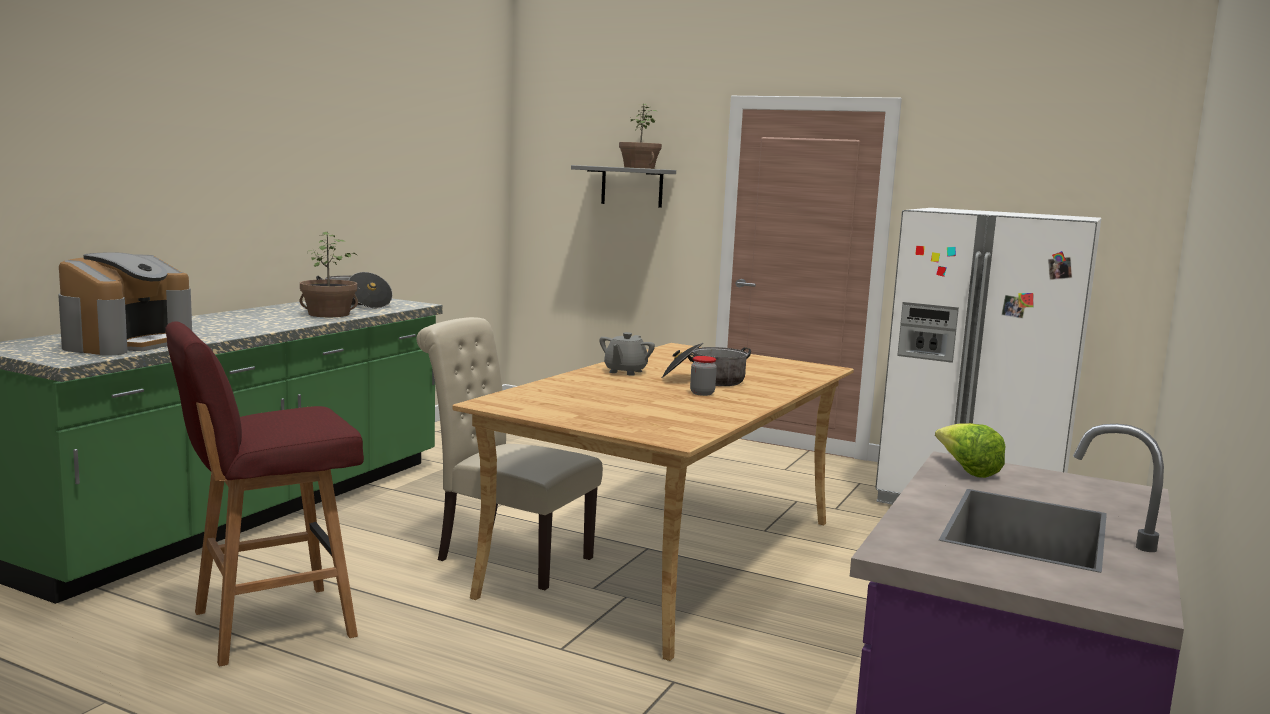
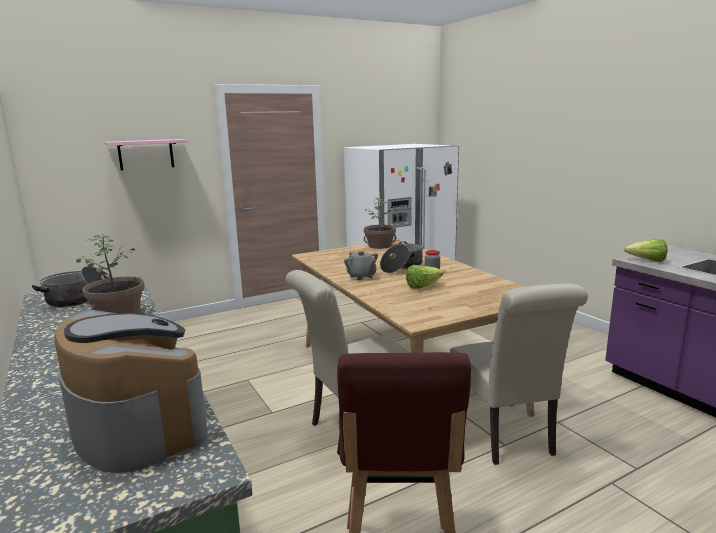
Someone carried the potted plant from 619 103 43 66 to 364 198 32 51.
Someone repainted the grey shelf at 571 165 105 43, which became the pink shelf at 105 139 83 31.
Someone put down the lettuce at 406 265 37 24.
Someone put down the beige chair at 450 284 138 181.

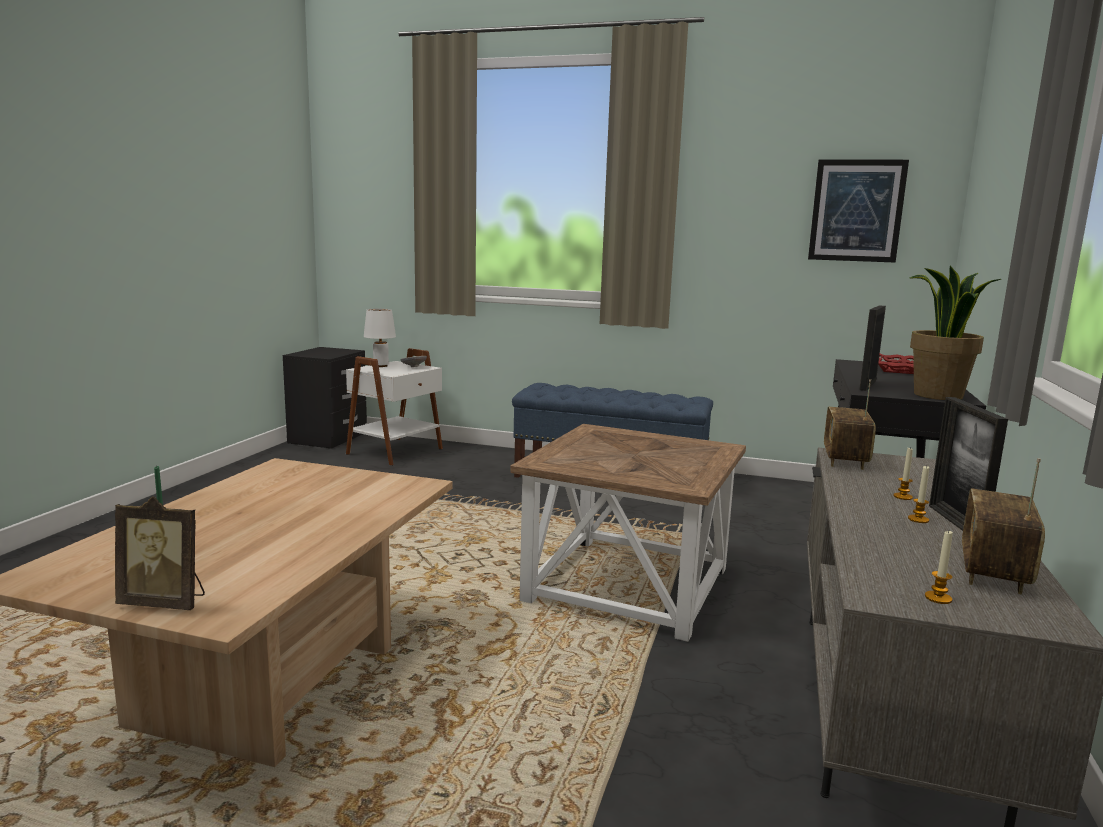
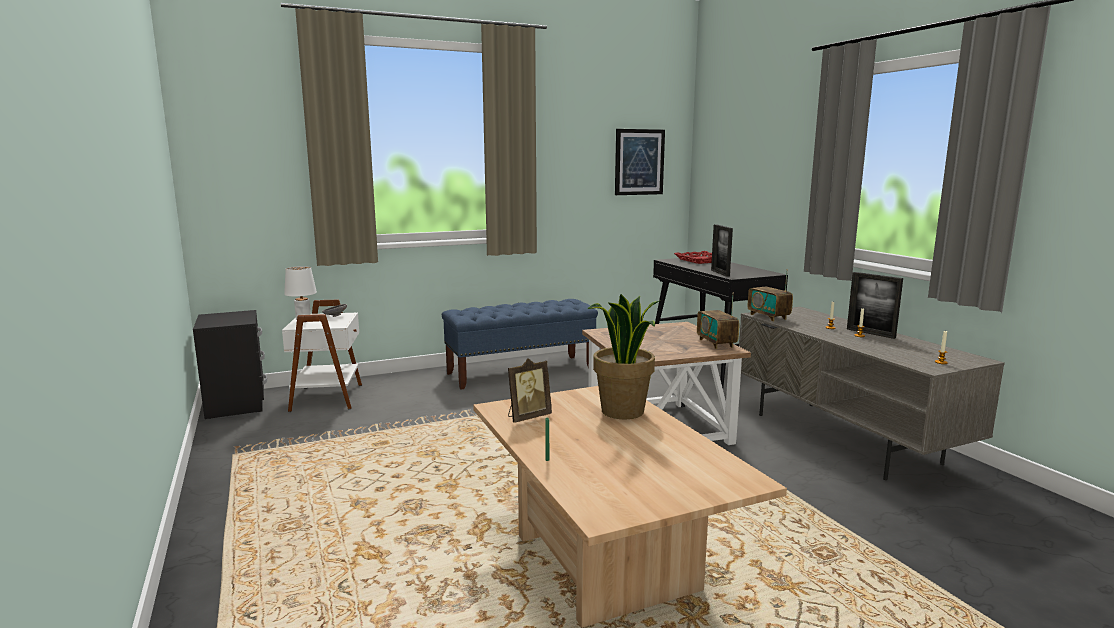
Someone carried the potted plant from 910 266 91 134 to 588 294 73 125.
Someone carried the radio from 962 458 83 137 to 697 293 43 56.
Someone carried the picture frame from 115 496 90 114 to 508 358 44 65.

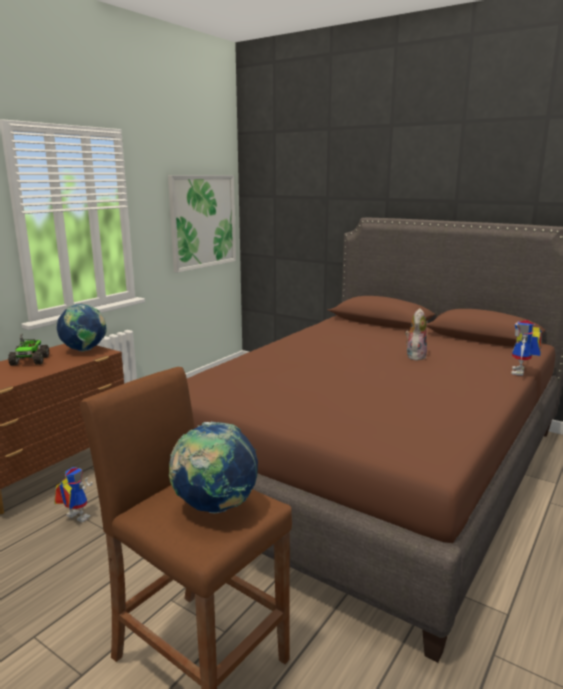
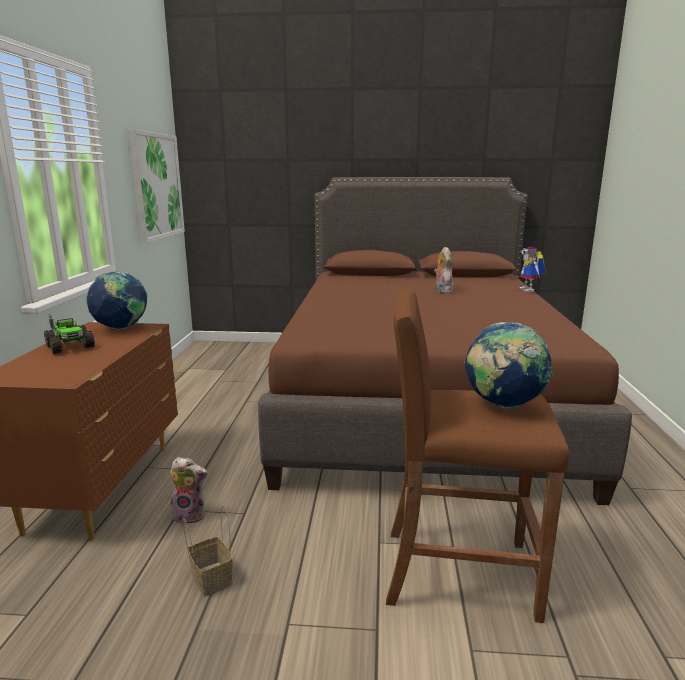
Someone swapped the toy robot at 54 467 39 55 for the plush toy at 170 457 38 67.
Someone put down the basket at 183 505 50 91.

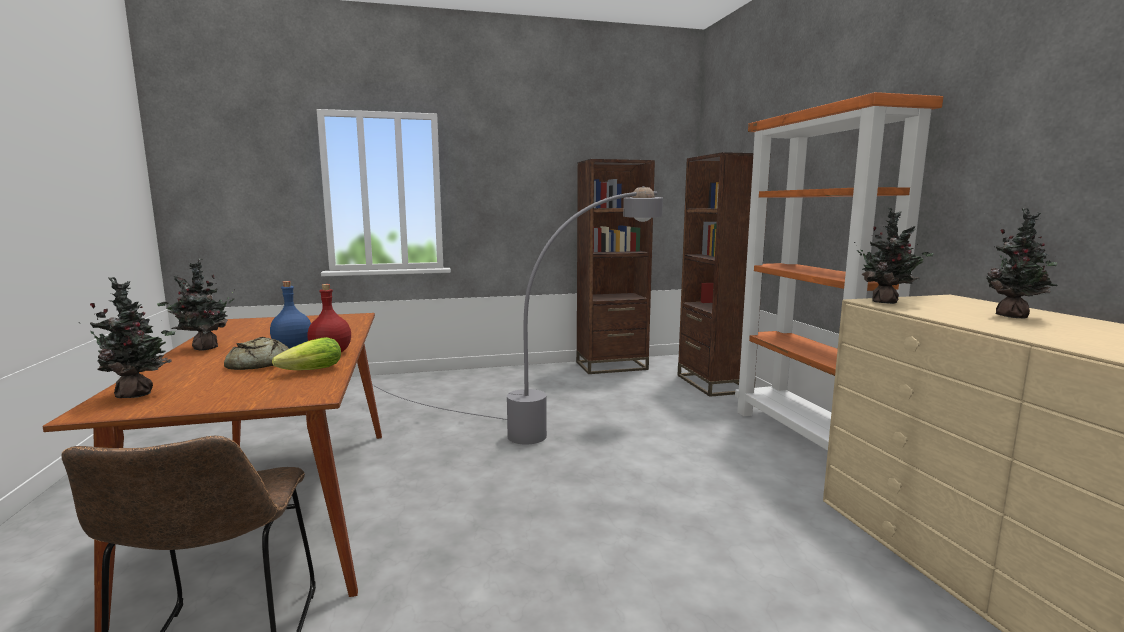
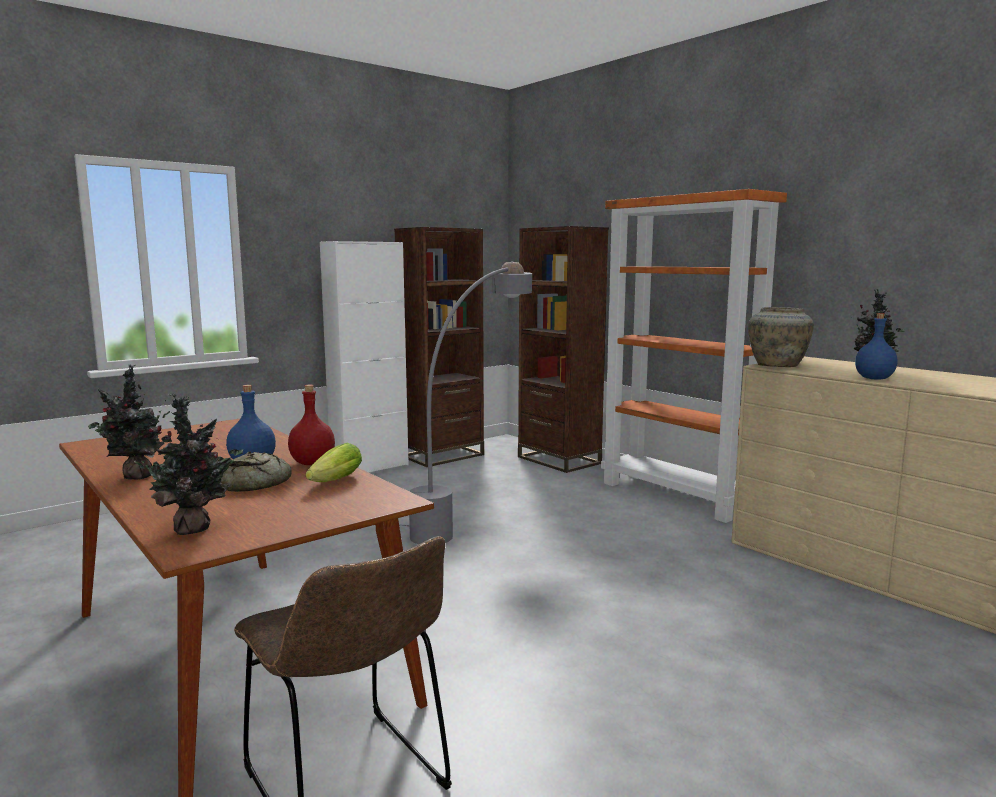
Someone swapped the potted plant at 854 207 80 97 for the beige vase at 748 307 66 60.
Someone put down the white cabinet at 320 241 89 231.
Someone put down the blue bottle at 855 313 42 66.

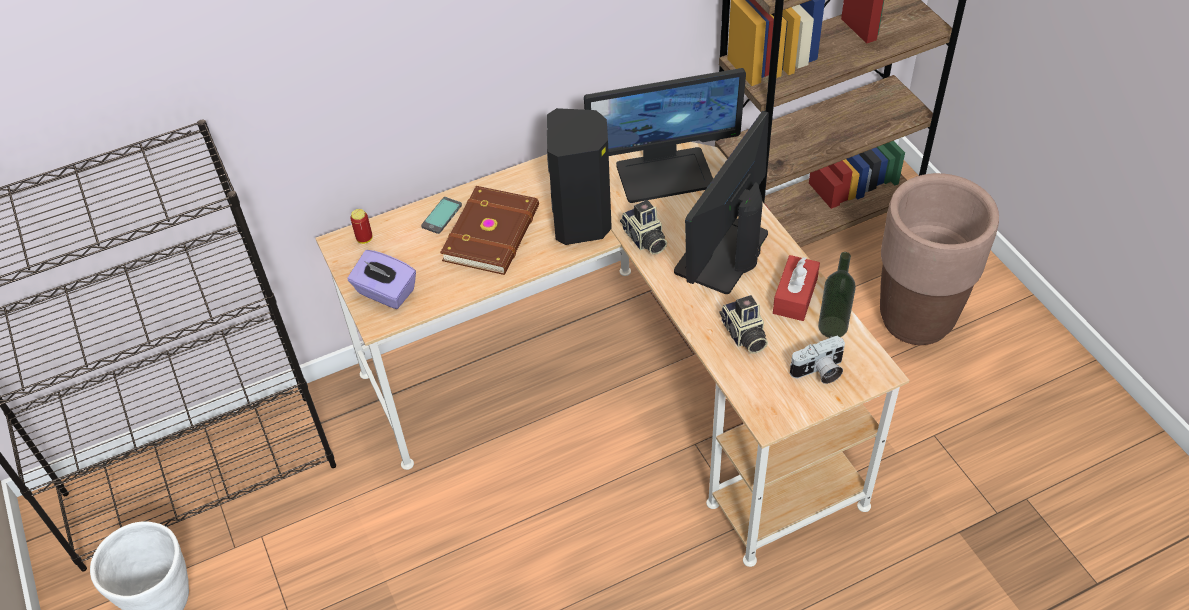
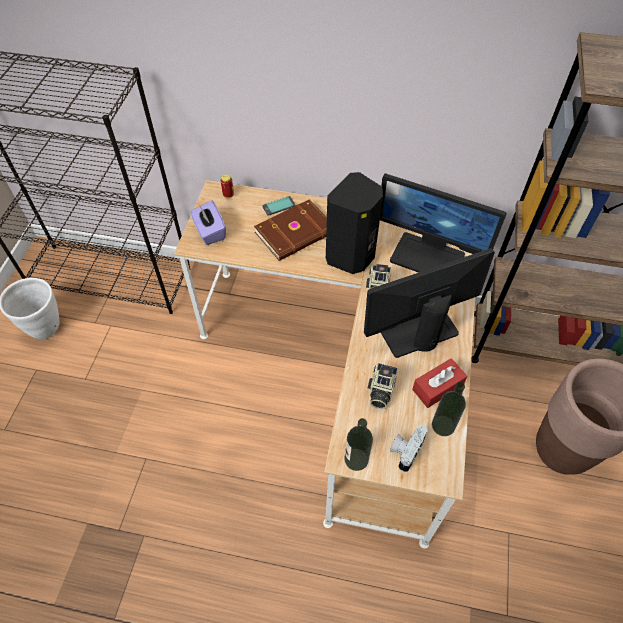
Someone rotated the photo camera at 790 335 55 49 by 105 degrees clockwise.
Someone put down the bottle at 344 418 29 53.

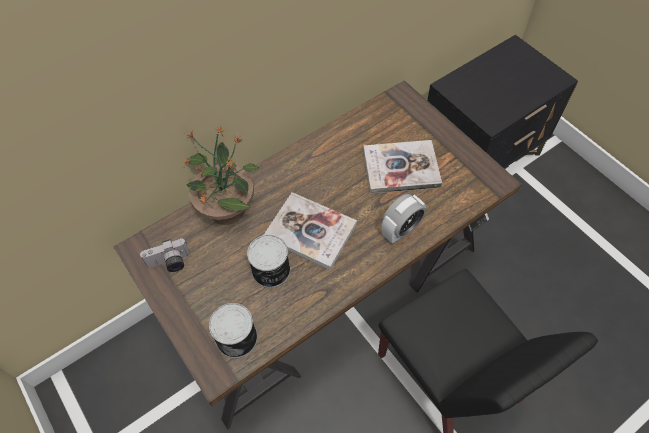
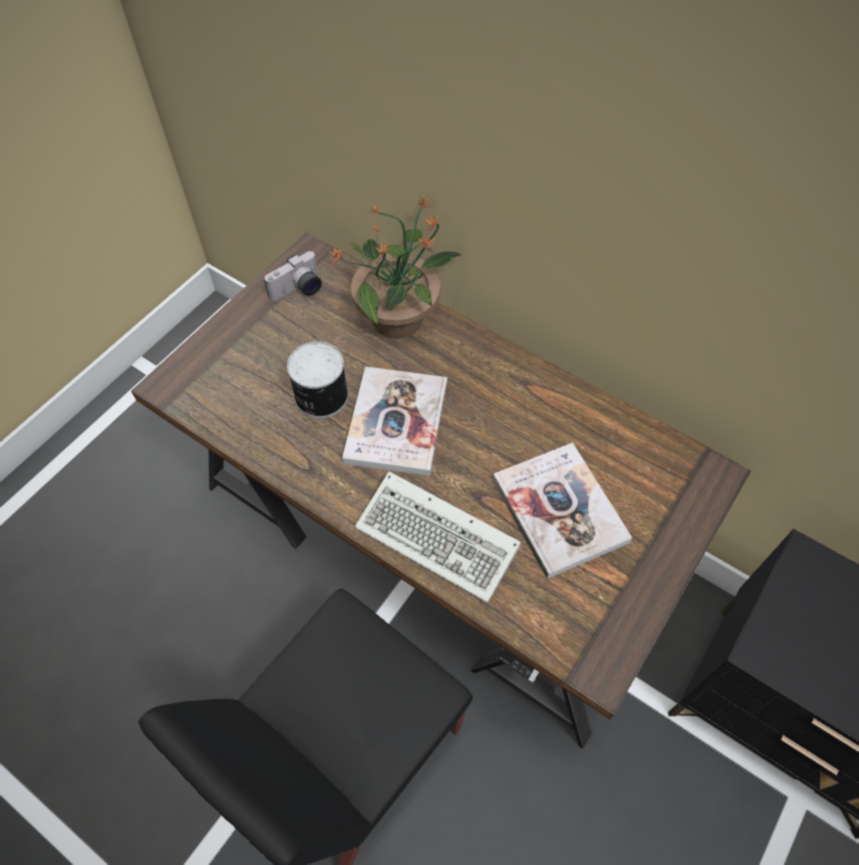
Someone swapped the alarm clock at 382 194 44 50 for the keyboard at 355 472 166 131.
Someone rotated the photo camera at 140 238 50 34 by 90 degrees counterclockwise.
Someone took away the can at 209 303 49 55.

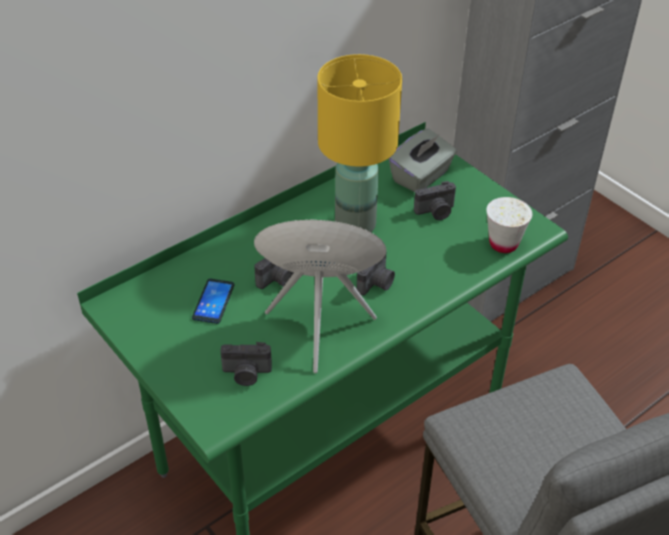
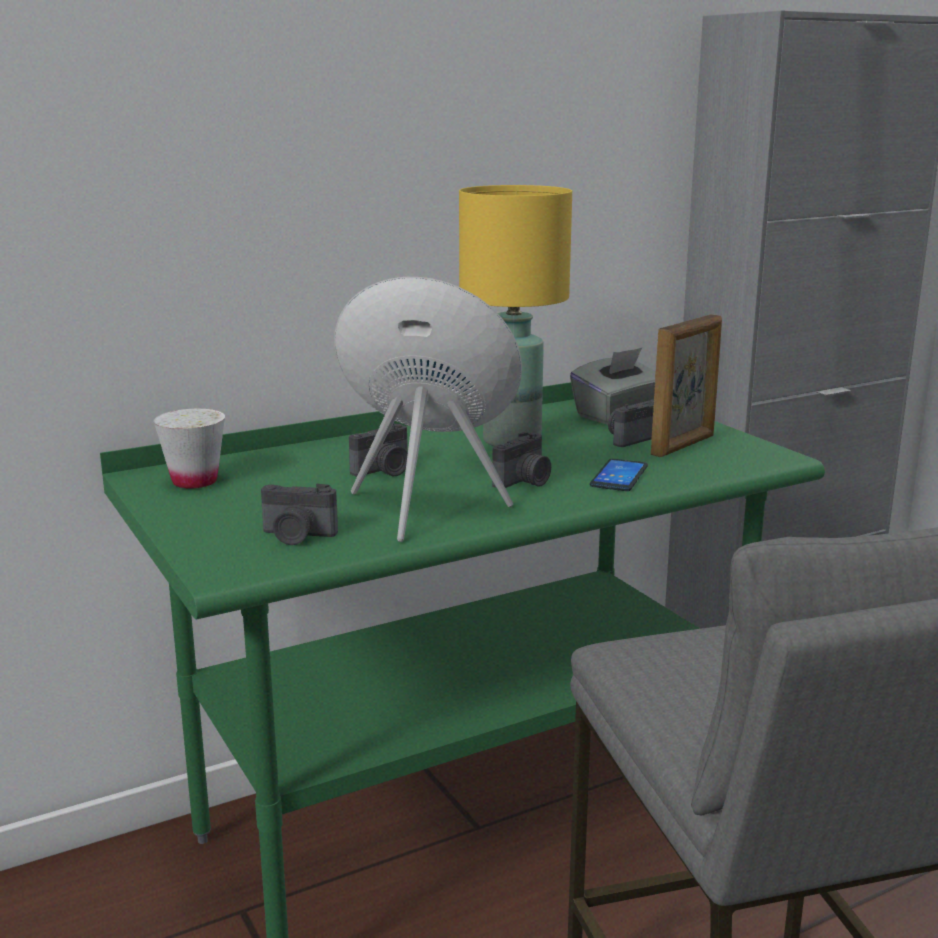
Someone rotated the photo camera at 414 181 42 39 by 150 degrees clockwise.
Someone carried the white cup from 486 197 47 56 to 153 409 72 80.
Someone carried the phone from 192 279 43 45 to 590 459 58 32.
Someone put down the picture frame at 651 314 71 143.

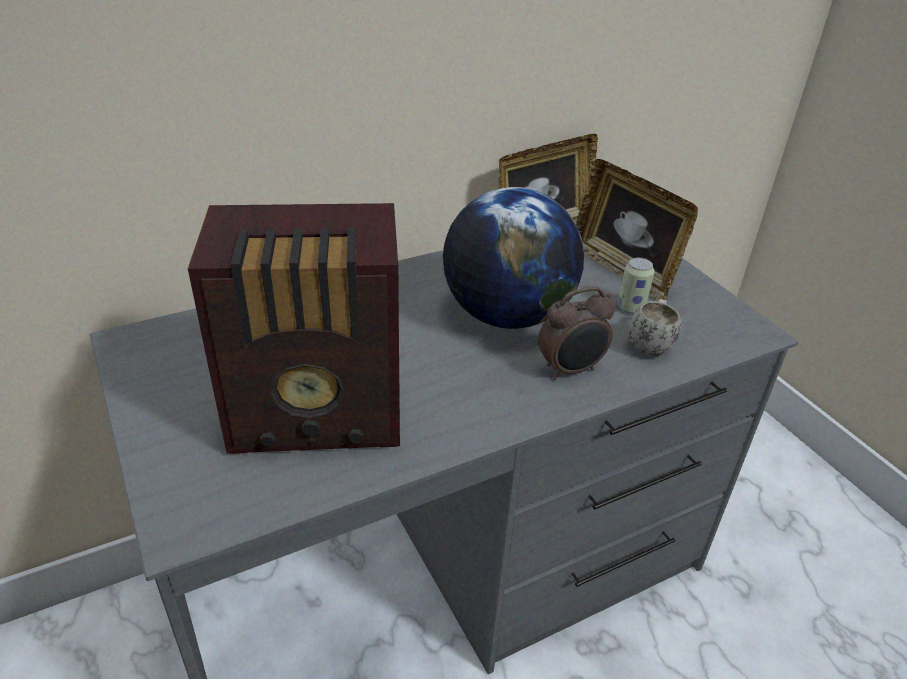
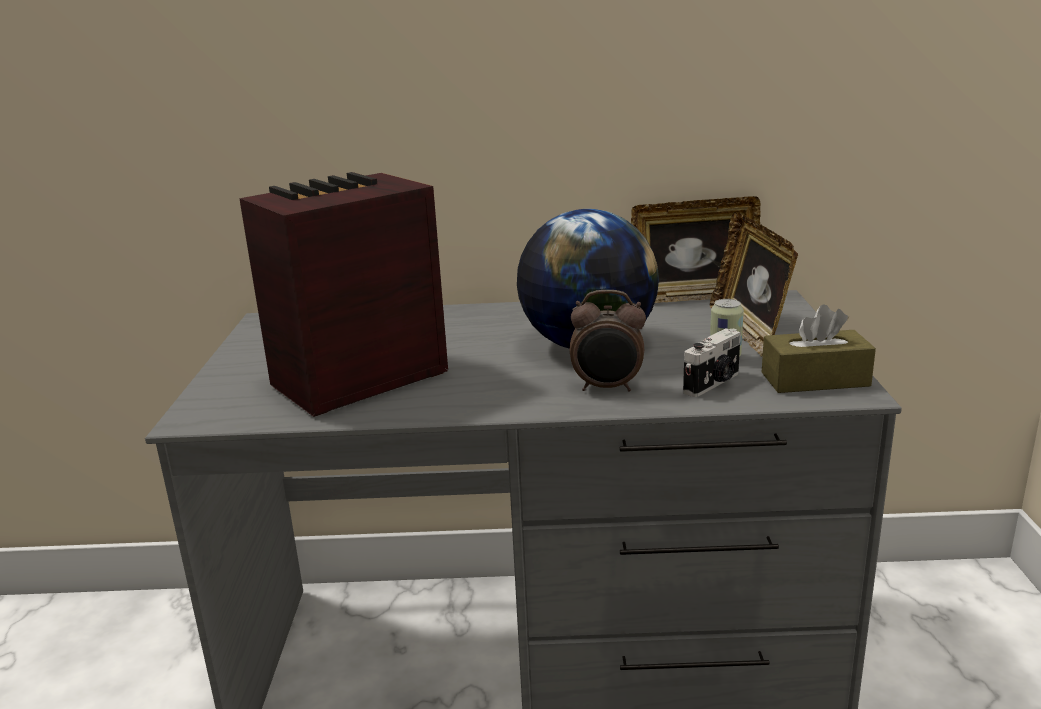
Someone rotated the radio at 188 203 212 251 by 120 degrees clockwise.
Someone swapped the white mug at 628 299 53 57 for the photo camera at 683 328 58 69.
Someone put down the brown tissue box at 762 304 114 89.

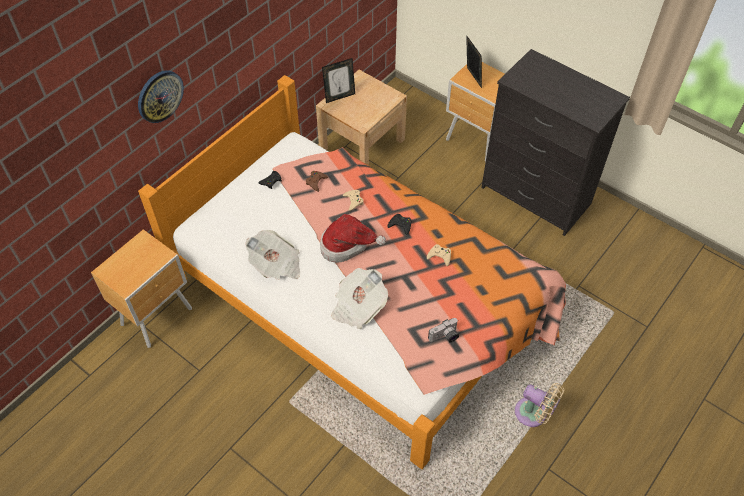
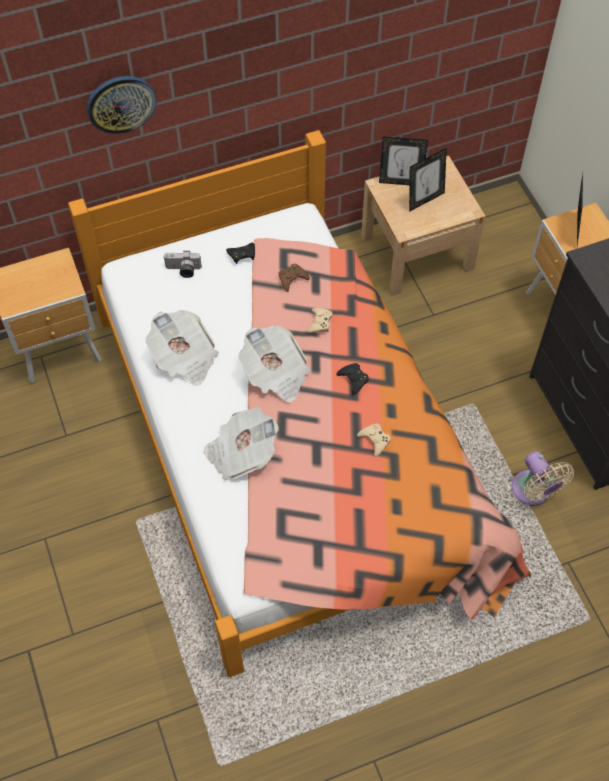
Someone swapped the hat at 320 214 66 49 for the newspaper at 239 325 72 78.
Someone carried the photo camera from 428 318 31 24 to 163 251 39 27.
Someone carried the beige fan from 515 383 49 44 to 512 451 62 55.
Someone put down the picture frame at 409 148 38 64.

